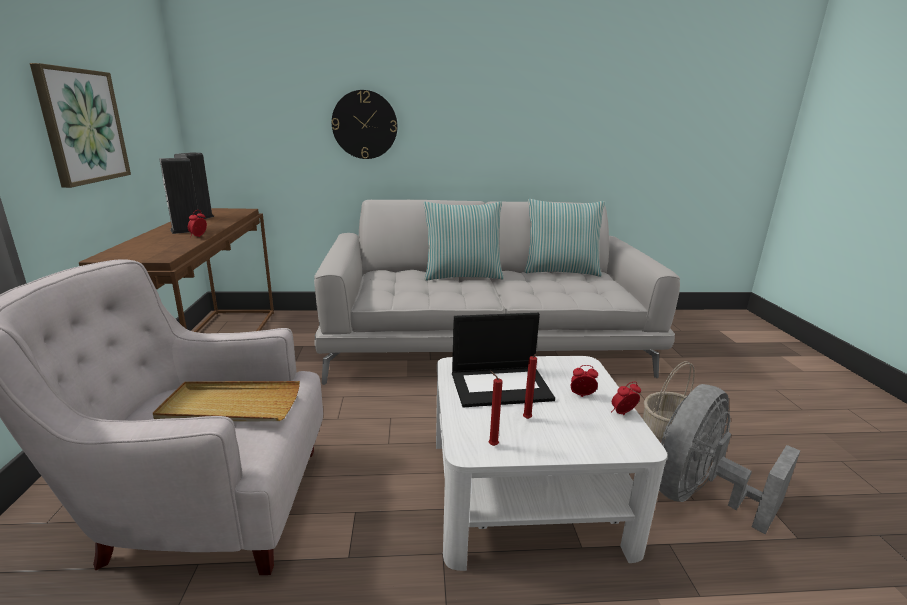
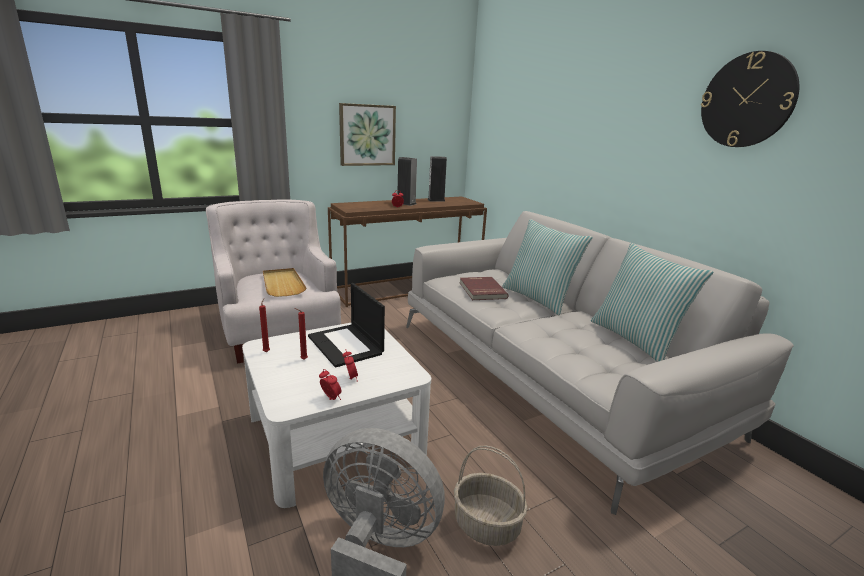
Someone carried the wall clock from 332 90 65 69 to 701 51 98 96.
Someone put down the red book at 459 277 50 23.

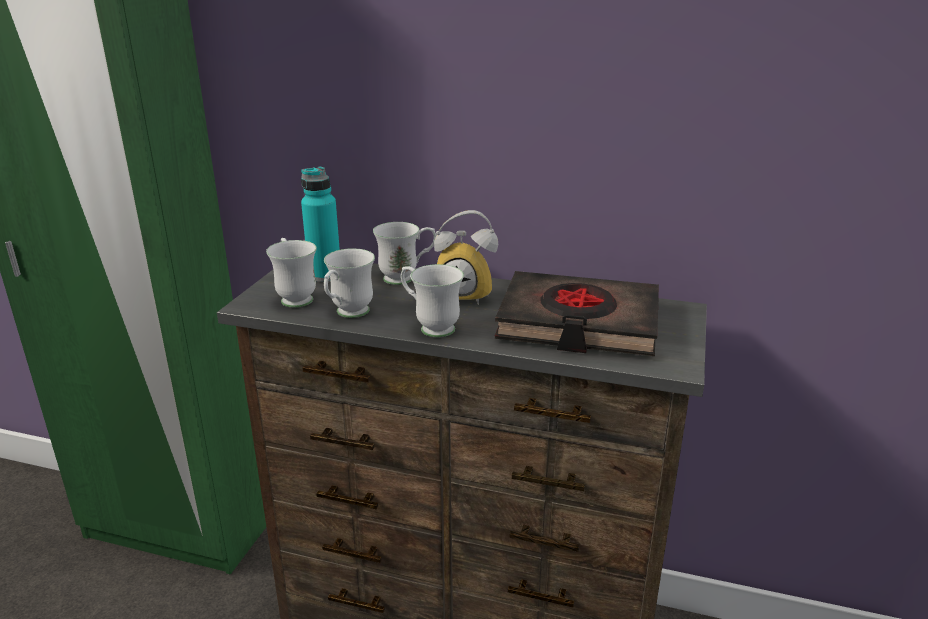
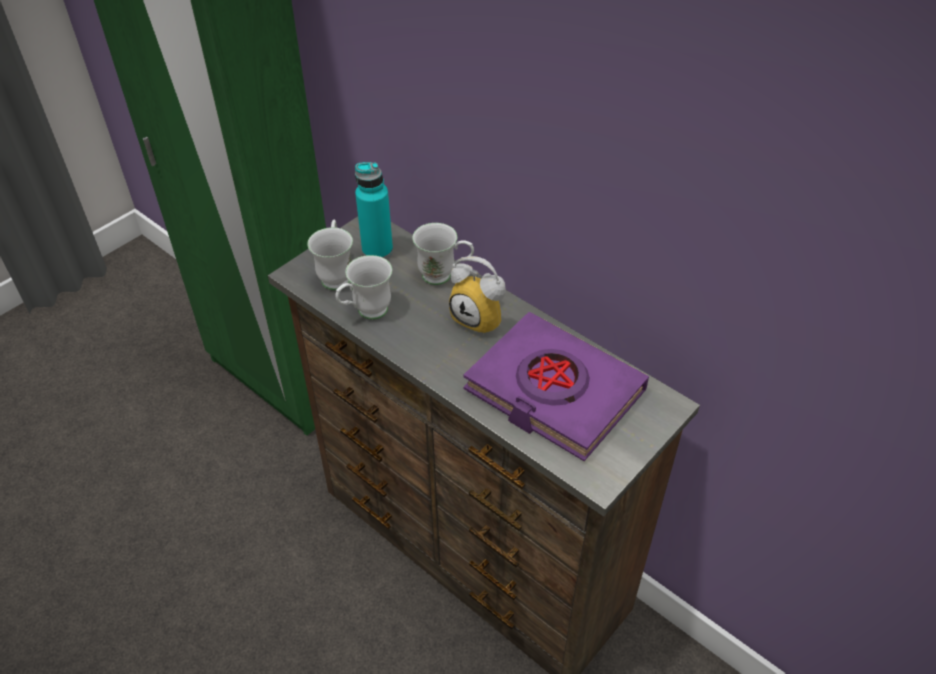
Someone took away the white mug at 401 264 63 73.
Someone repainted the black book at 495 271 164 85, which became the purple book at 463 312 186 149.

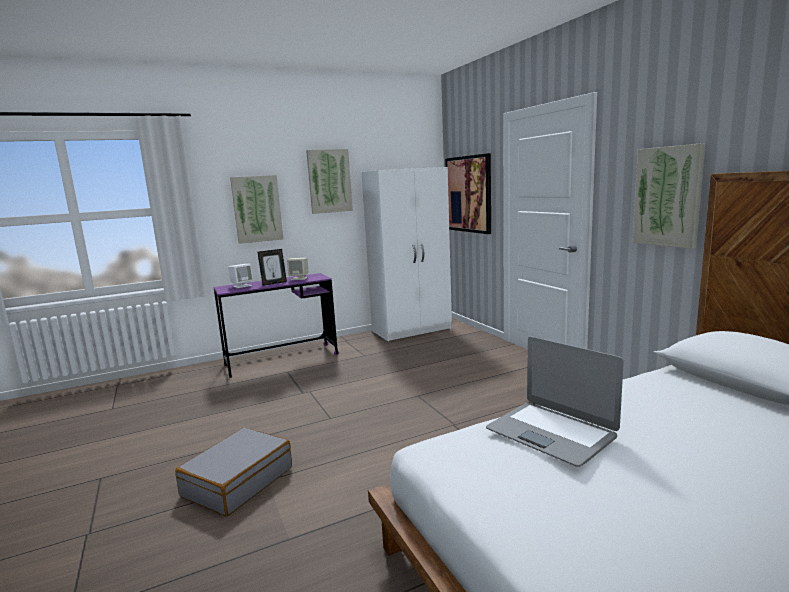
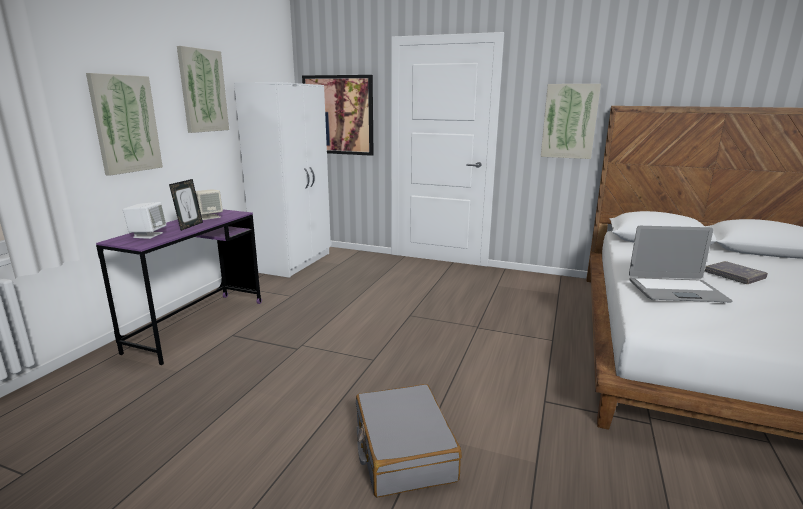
Someone put down the grey book at 705 261 63 23.

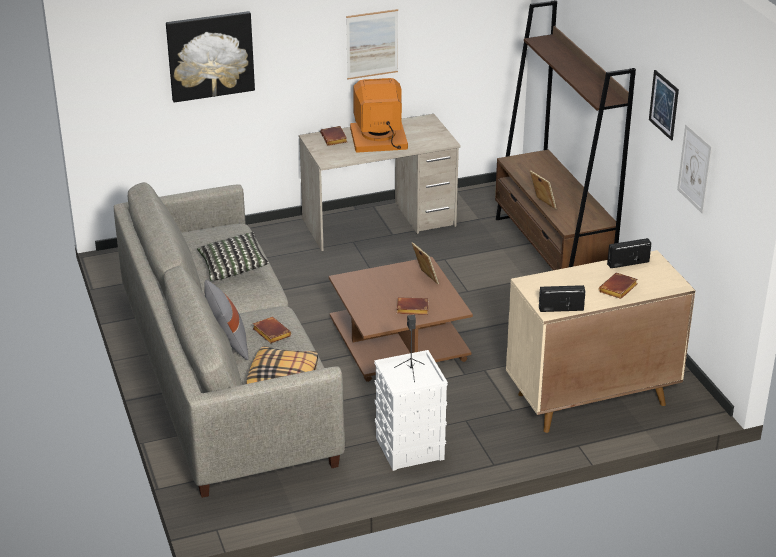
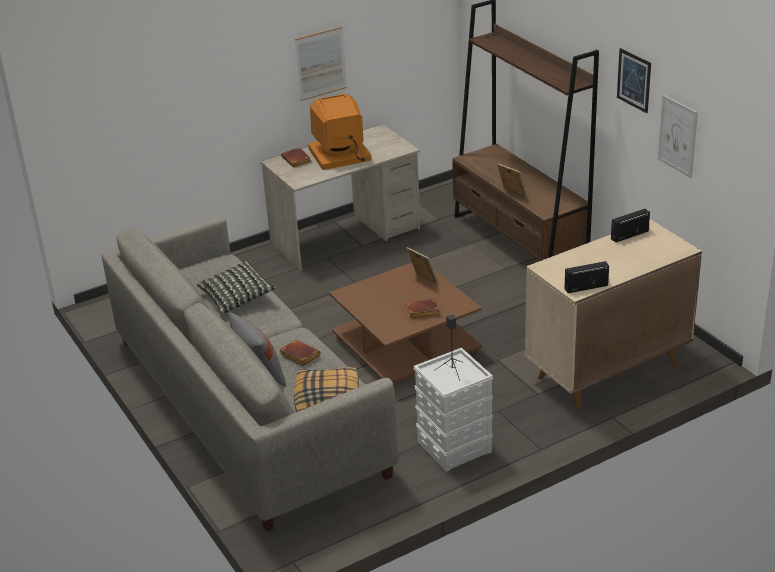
Someone took away the picture at 166 11 89 92.
Someone took away the brown book at 599 272 39 27.

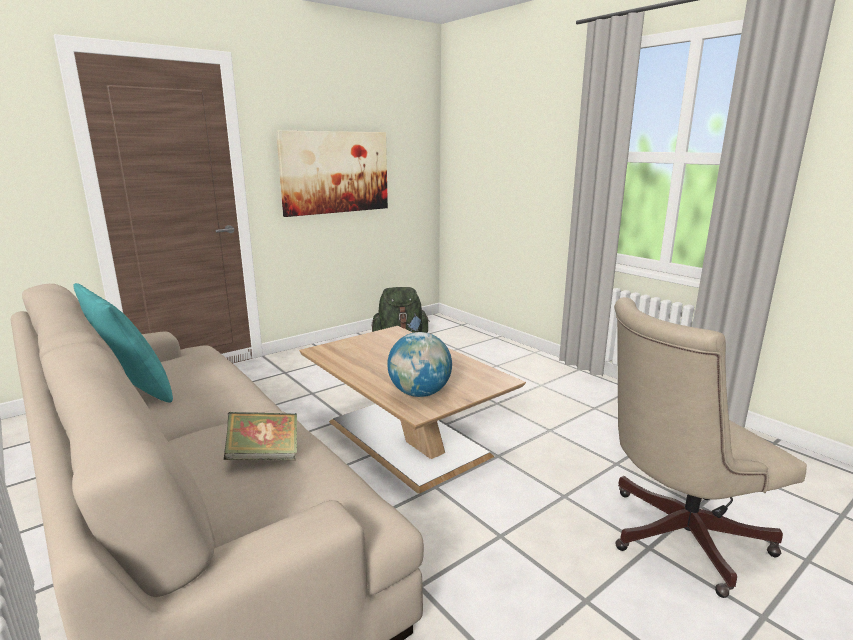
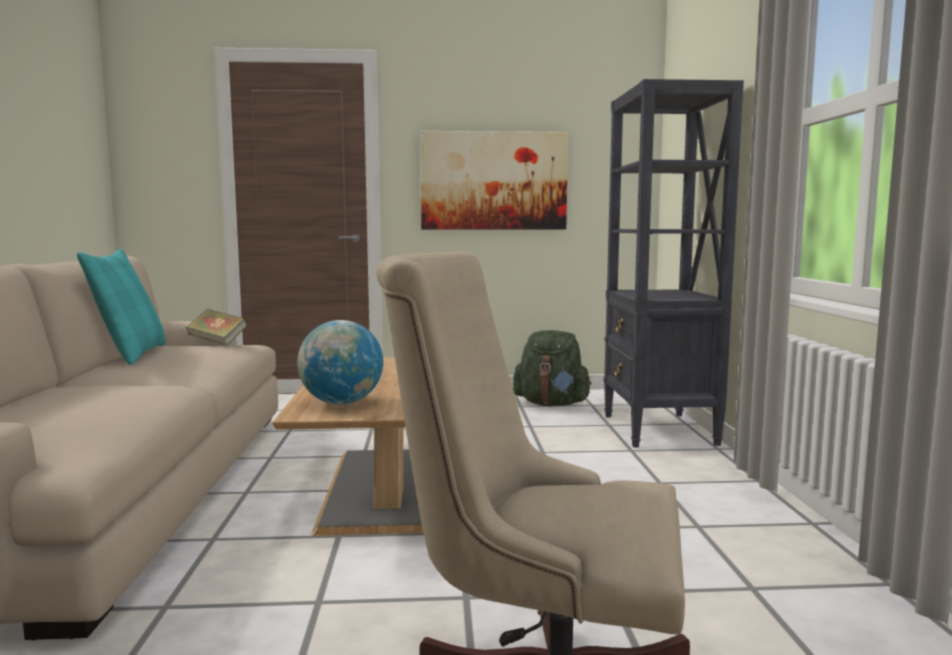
Someone carried the book from 224 412 73 48 to 186 309 62 37.
Someone put down the black bookcase at 603 79 141 368.

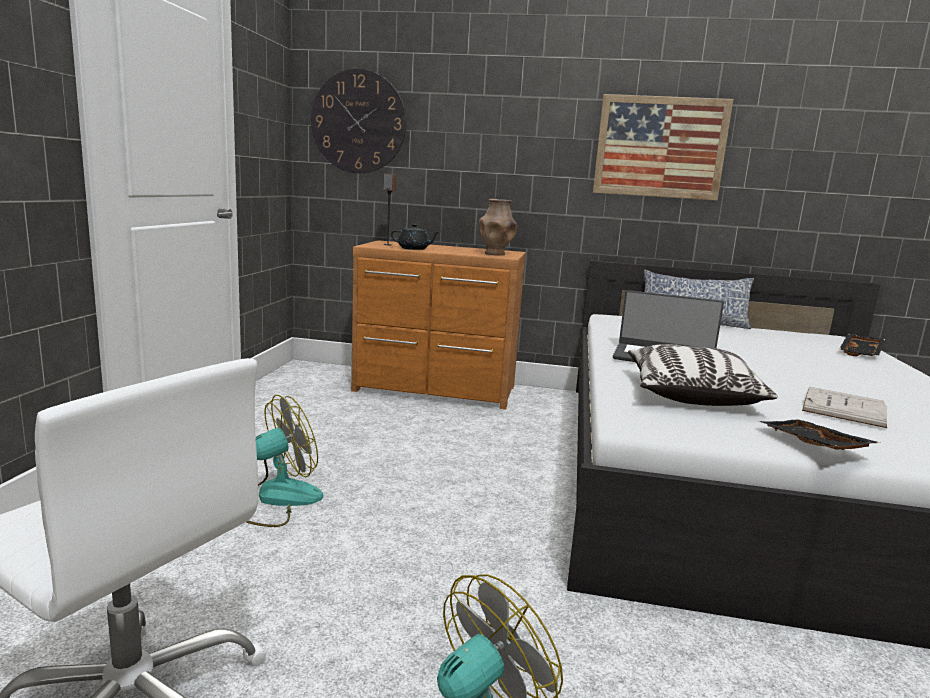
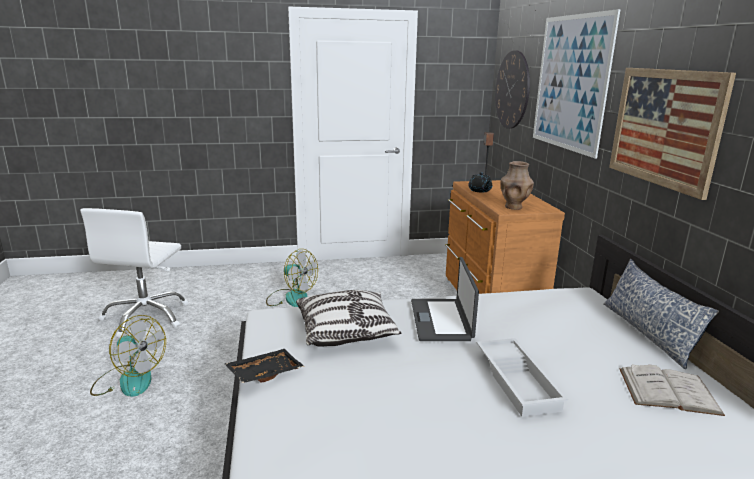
Someone took away the black tray at 839 334 46 22.
Someone carried the white book from 802 387 85 41 to 619 364 106 52.
Someone put up the picture at 533 9 88 150.
Someone put down the white tray at 477 338 91 79.

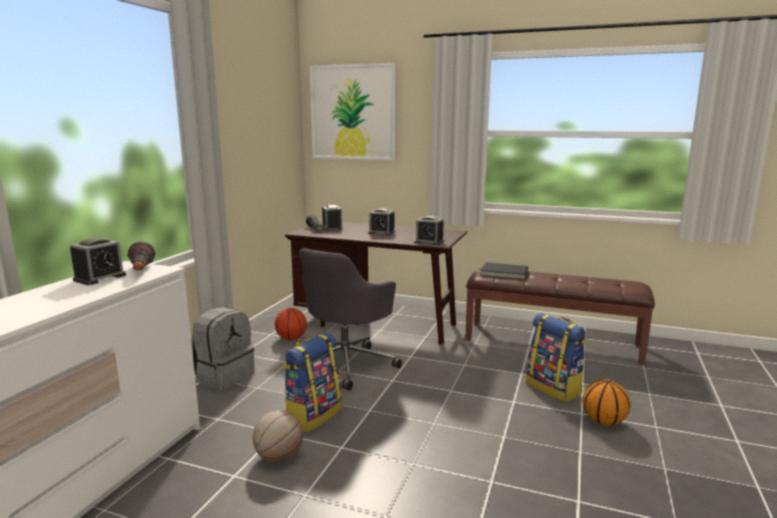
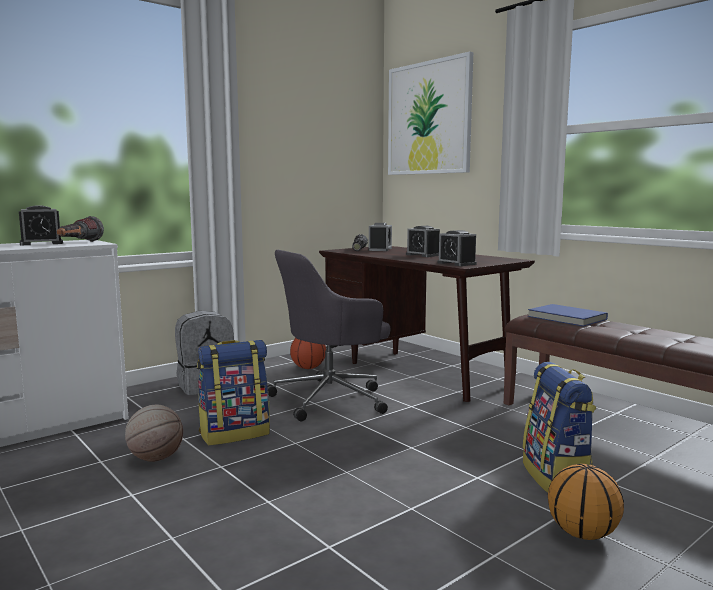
Someone repainted the black book at 480 262 48 18, which became the blue book at 528 304 80 23.

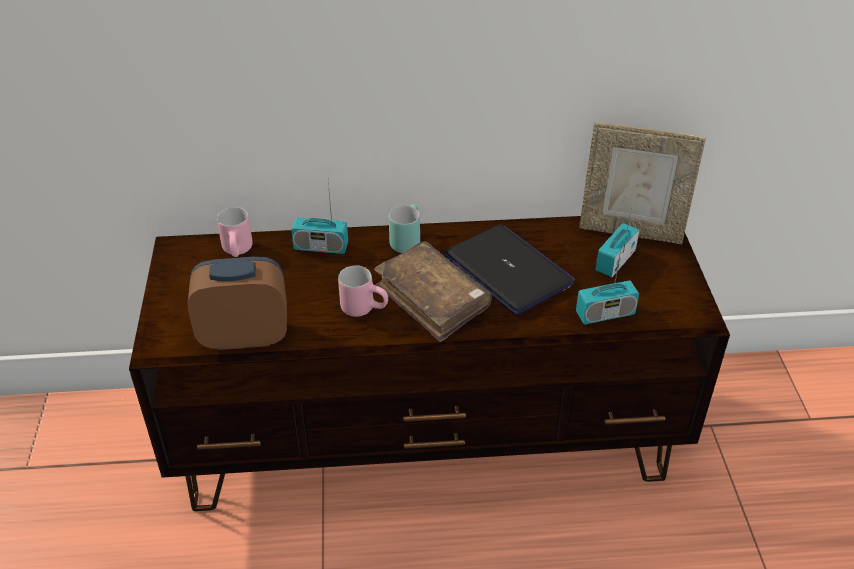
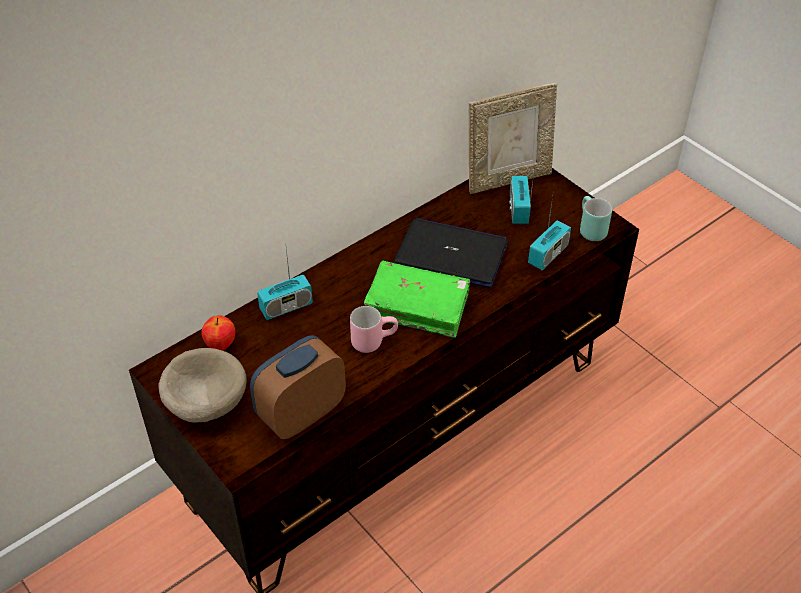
Someone carried the turquoise mug from 389 204 31 49 to 580 196 32 45.
Someone swapped the pink mug at 217 207 36 50 for the apple at 201 315 34 36.
Someone repainted the brown book at 374 241 118 101, which became the green book at 364 261 106 77.
Someone put down the beige bowl at 159 348 88 75.

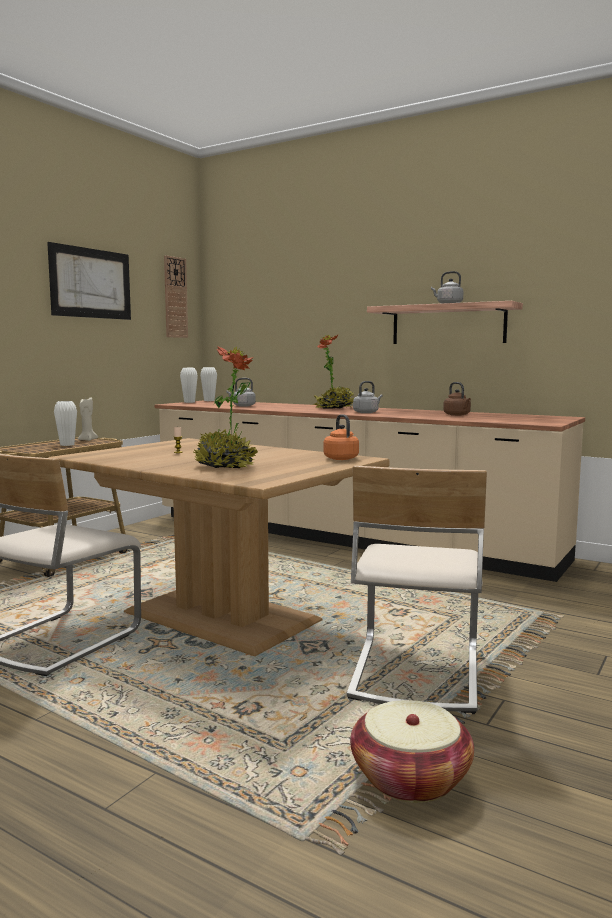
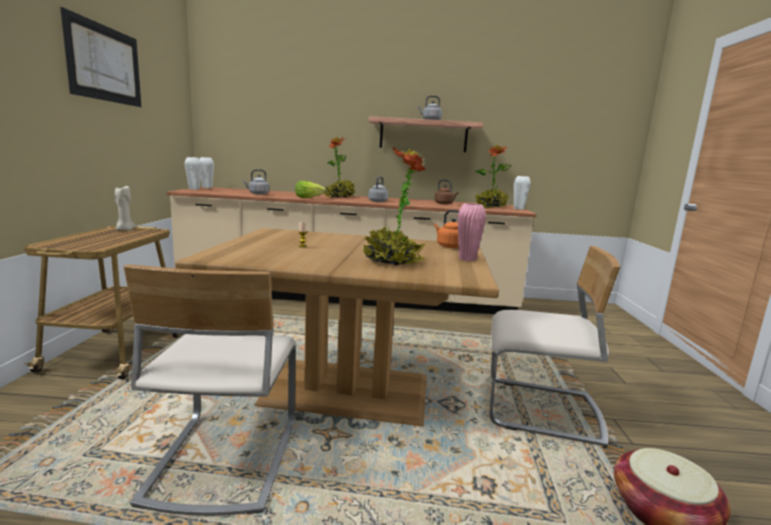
Someone took away the wall clock at 164 255 24 83.
Someone carried the white vase from 54 401 23 45 to 514 176 17 34.
Someone rotated the beige chair at 347 465 140 249 by 60 degrees counterclockwise.
Someone put down the potted plant at 475 145 36 63.
Someone put down the lettuce at 295 181 31 17.
Someone put down the pink vase at 458 203 28 58.

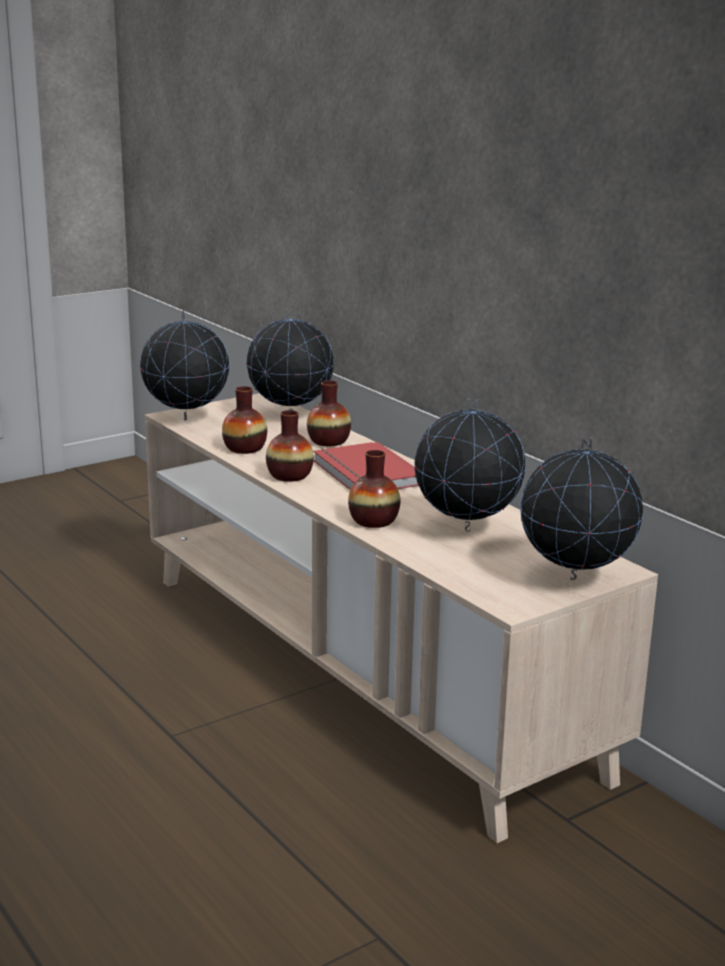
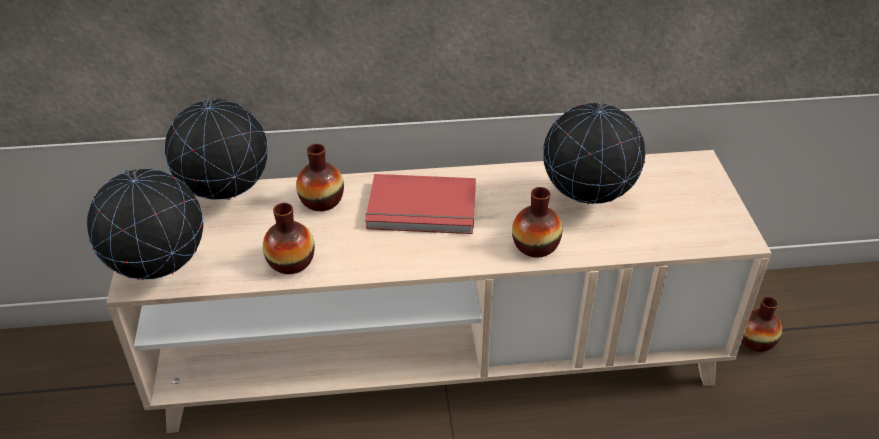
Someone carried the vase from 266 410 48 72 to 742 297 40 55.
Someone took away the globe at 520 438 123 142.

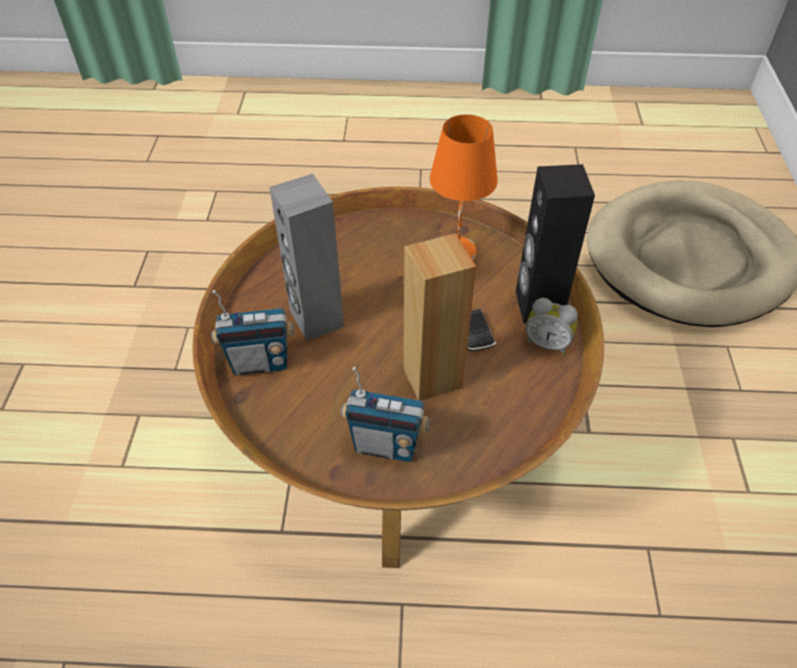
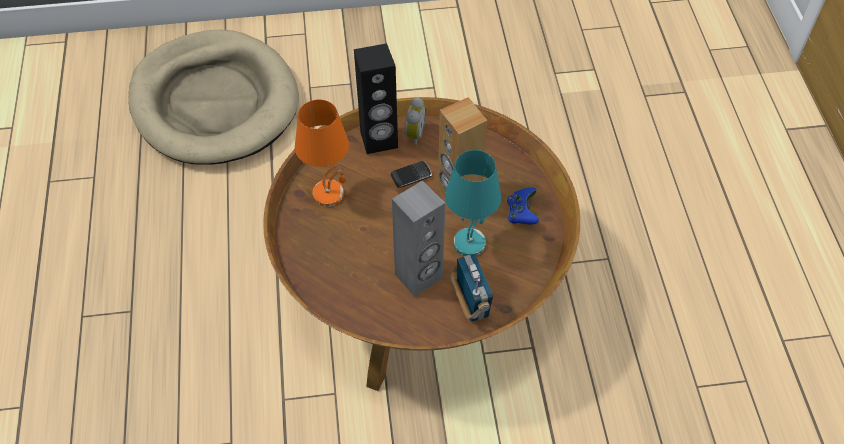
Someone swapped the radio at 341 367 89 95 for the blue game controller at 507 187 32 37.
Someone put down the turquoise table lamp at 445 150 56 106.

